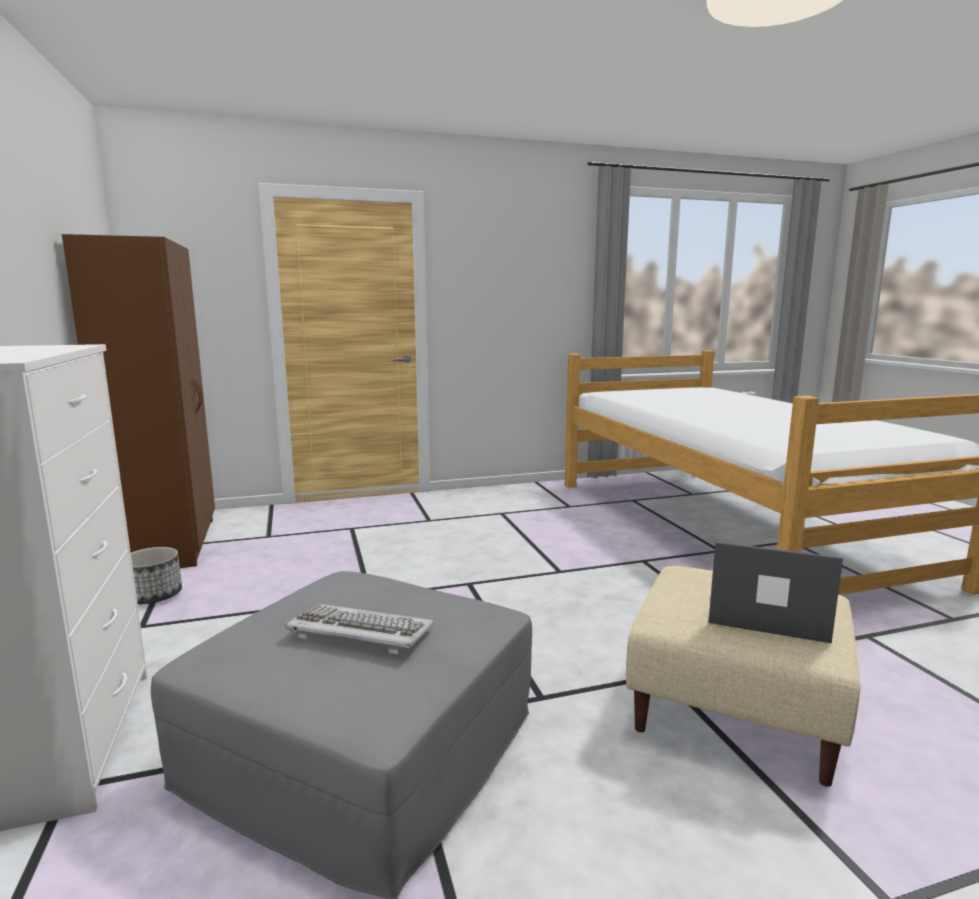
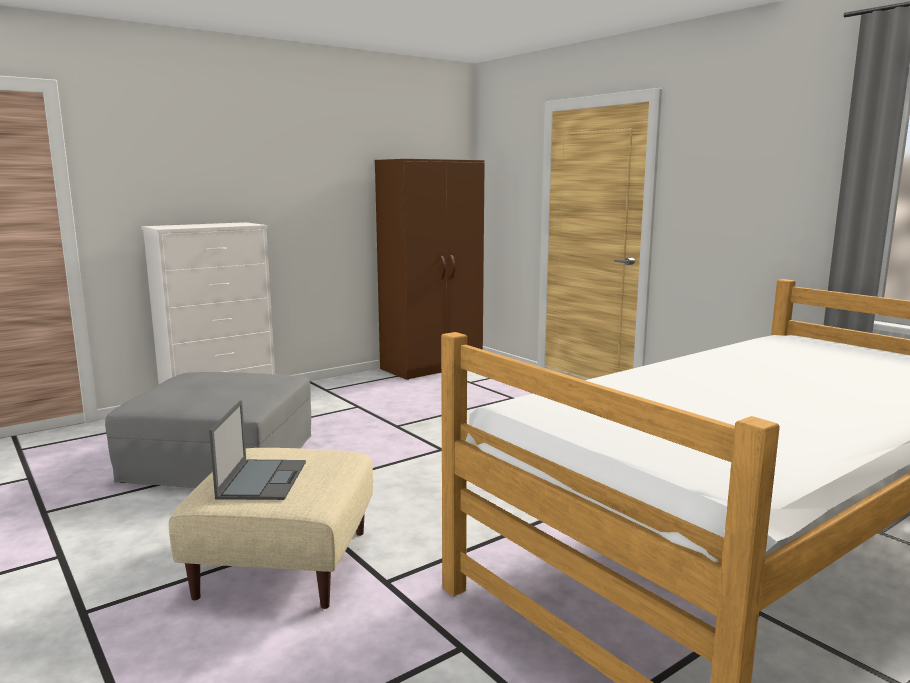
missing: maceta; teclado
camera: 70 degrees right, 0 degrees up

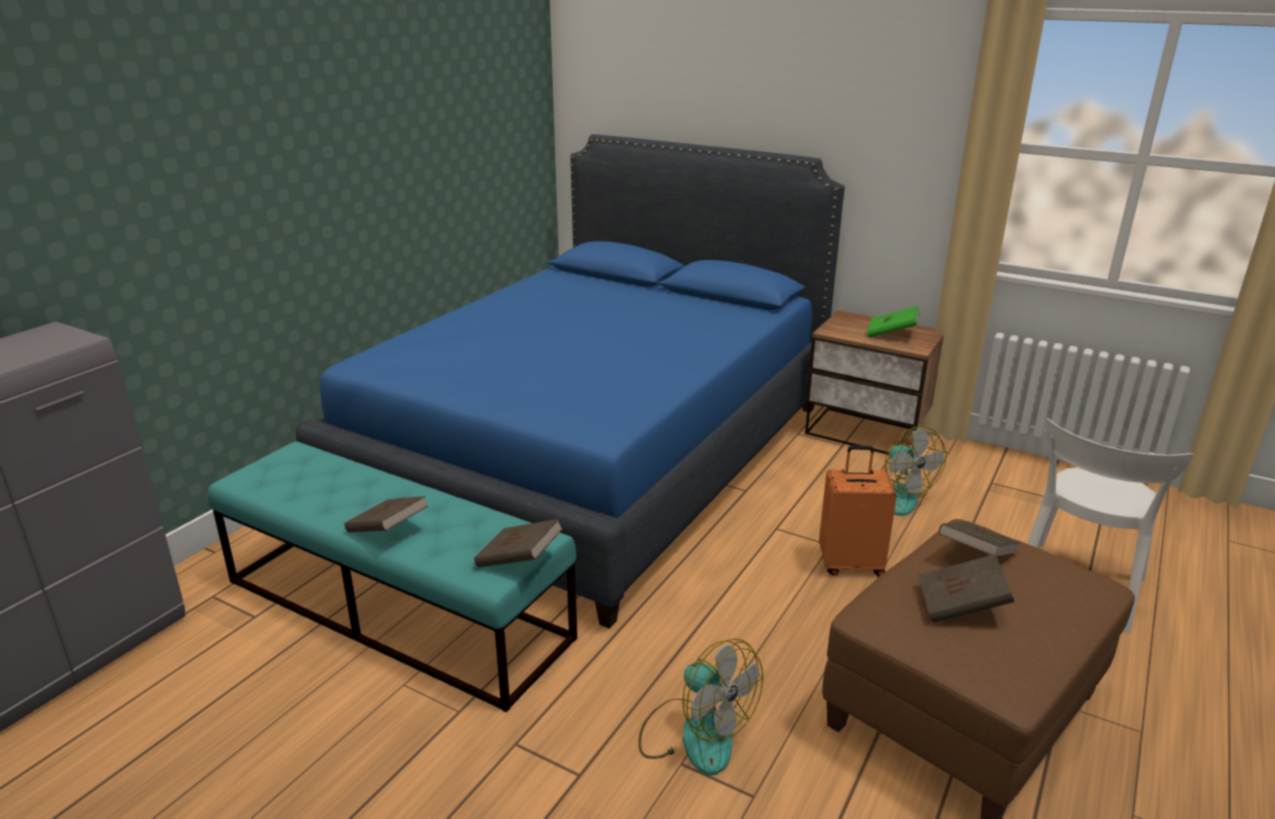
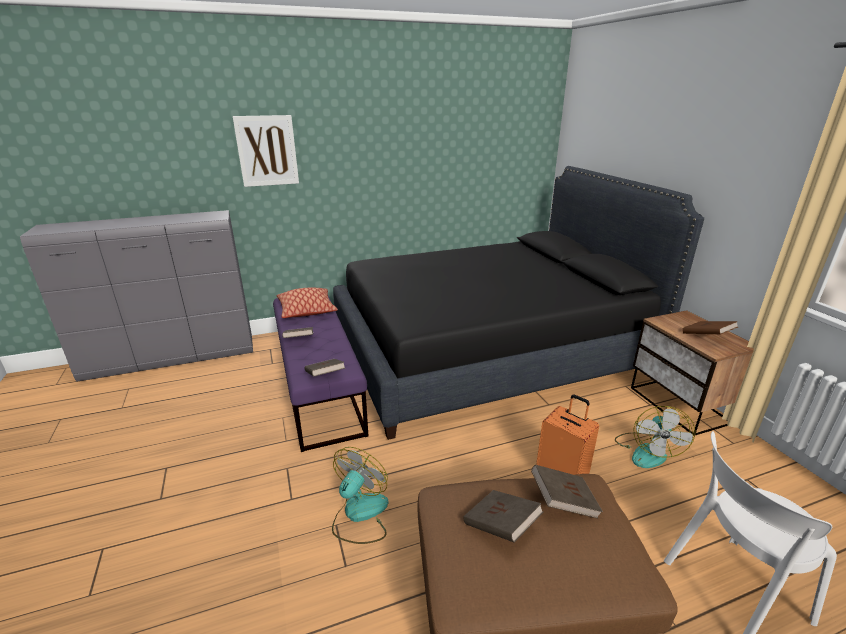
appeared: cuadro; cojín
colour: banco [turquesa] to banco [morado]; cama [azul] to cama [negro]; libro [verde] to libro [marrón] (no. 5 from left)
spun: ventilador (no. 1 from left) 150 degrees counterclockwise
camera: 40 degrees right, 0 degrees up

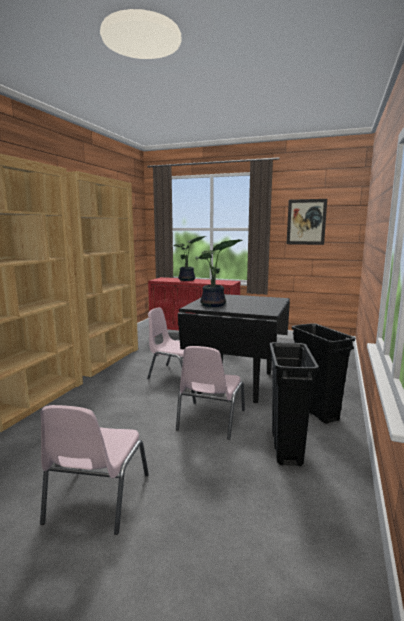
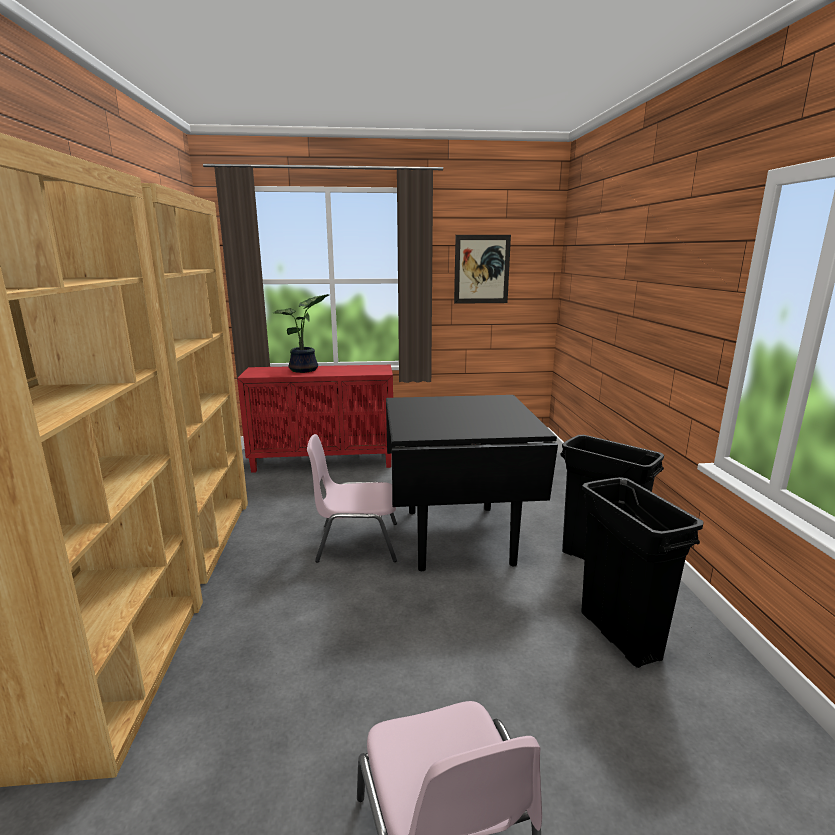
missing: silla [rosa] (no. 3 from left); planta en maceta (no. 2 from left)
camera: 25 degrees left, 5 degrees up

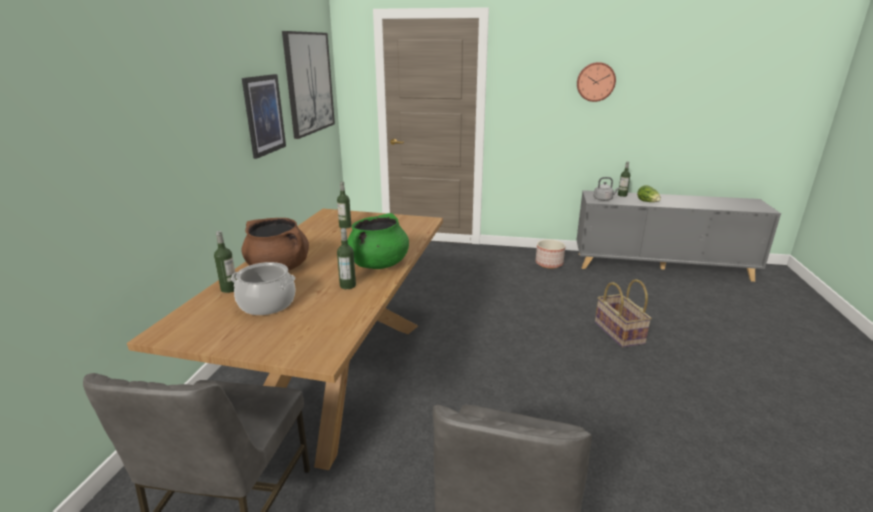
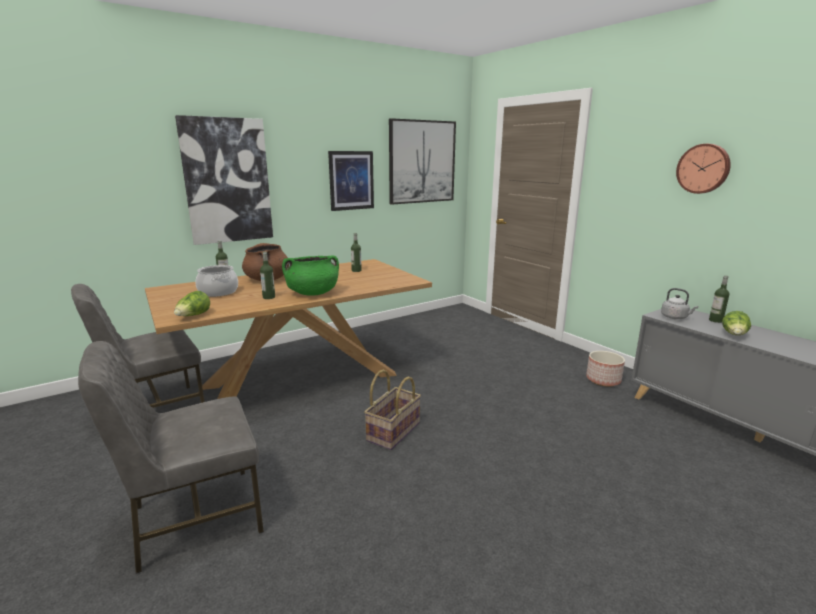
appeared: lechuga (no. 1 from left); cuadro (no. 1 from left)
relocated: cesta
camera: 45 degrees right, 5 degrees down

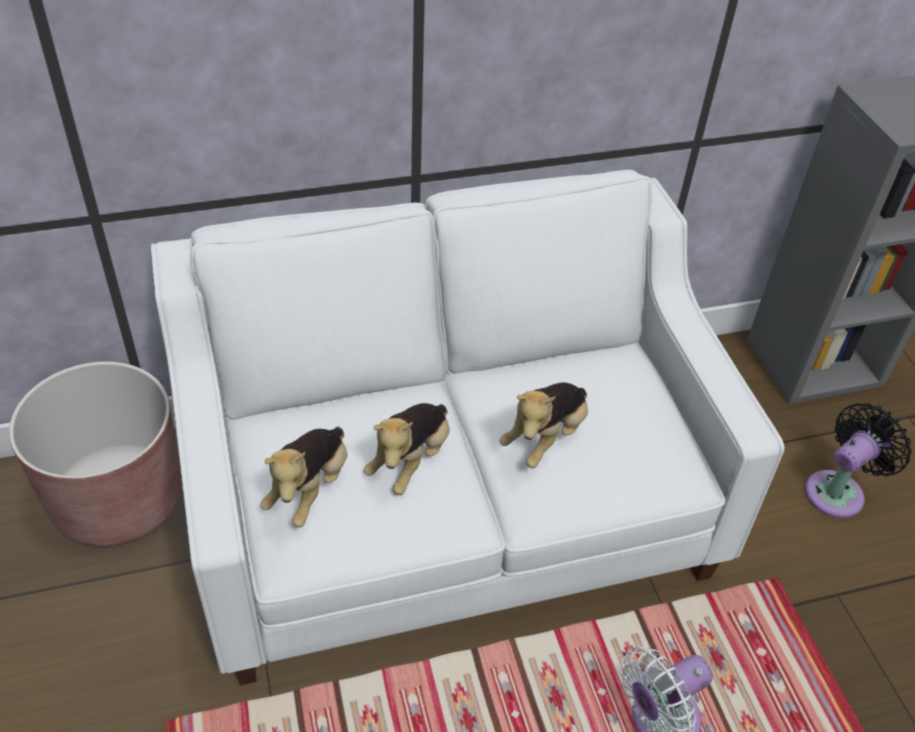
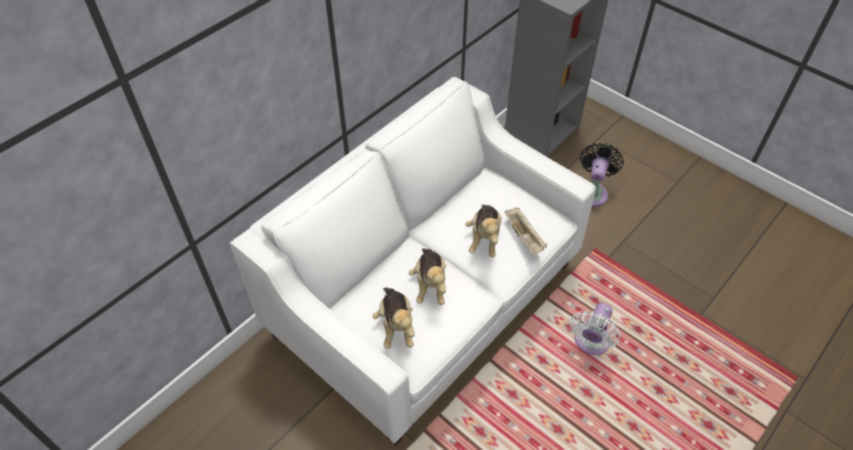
missing: maceta [marrón]
appeared: bandeja [beis]
camera: 30 degrees left, 5 degrees up

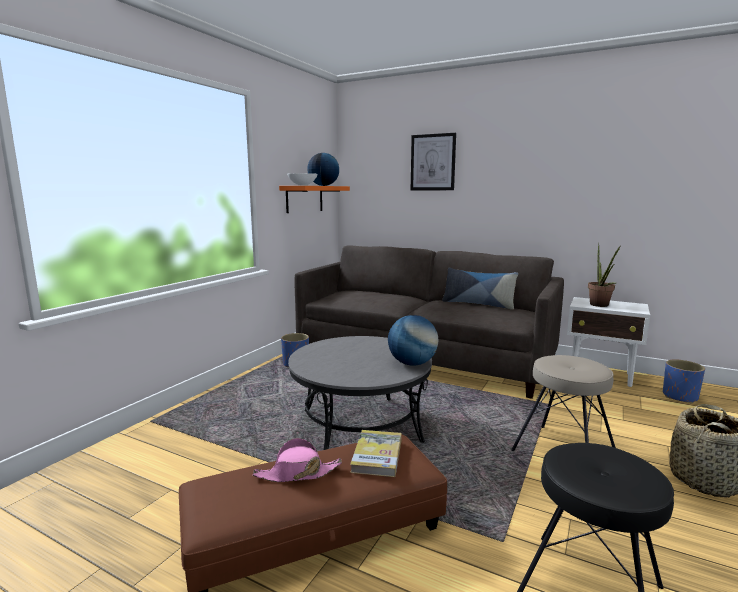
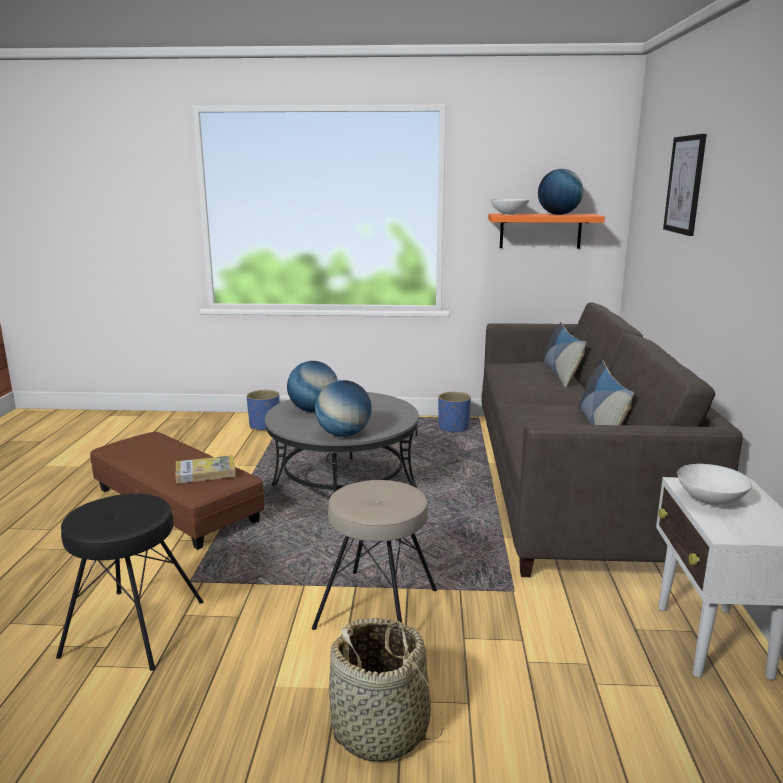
missing: sombrero [rosa]
appeared: globo terráqueo (no. 1 from left); cojín (no. 1 from left)
relocated: maceta [azul] (no. 2 from left in the first image) to maceta [azul] (no. 1 from left)
exchanged: planta en maceta to cuenco [blanco] (no. 2 from left)
camera: 65 degrees right, 5 degrees up

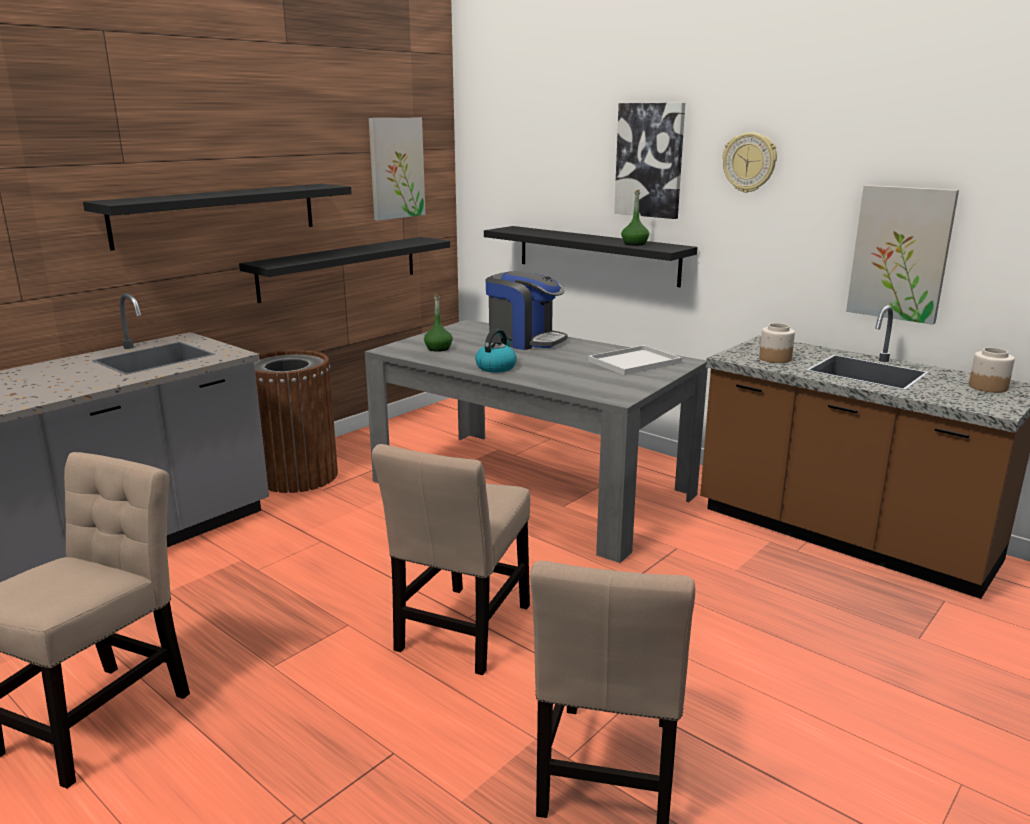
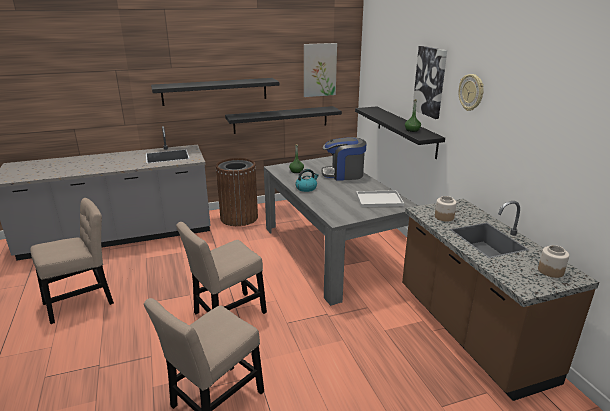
missing: cuadro (no. 3 from left)
spun: cafetera 120 degrees clockwise
camera: 30 degrees right, 5 degrees up

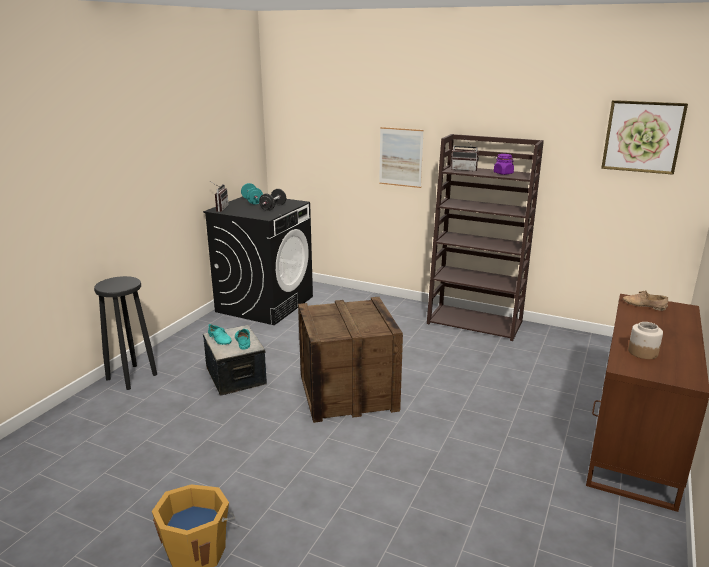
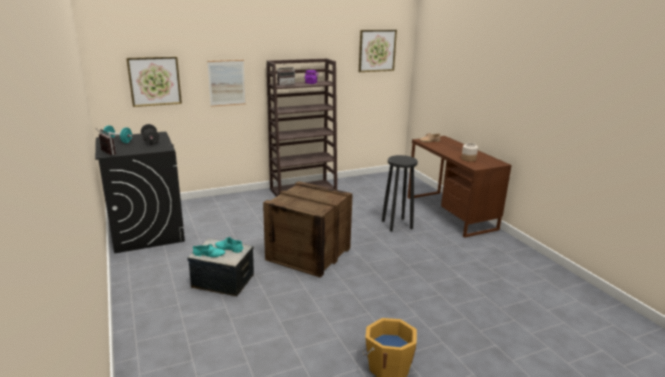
appeared: cuadro (no. 1 from left)
relocated: taburete [negro]
camera: 50 degrees left, 0 degrees up

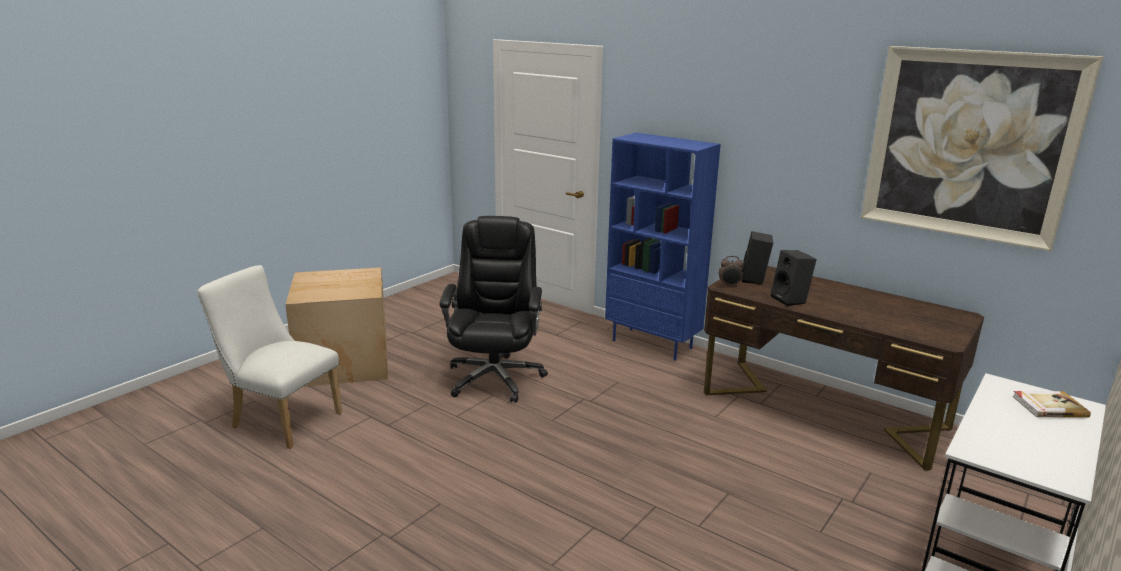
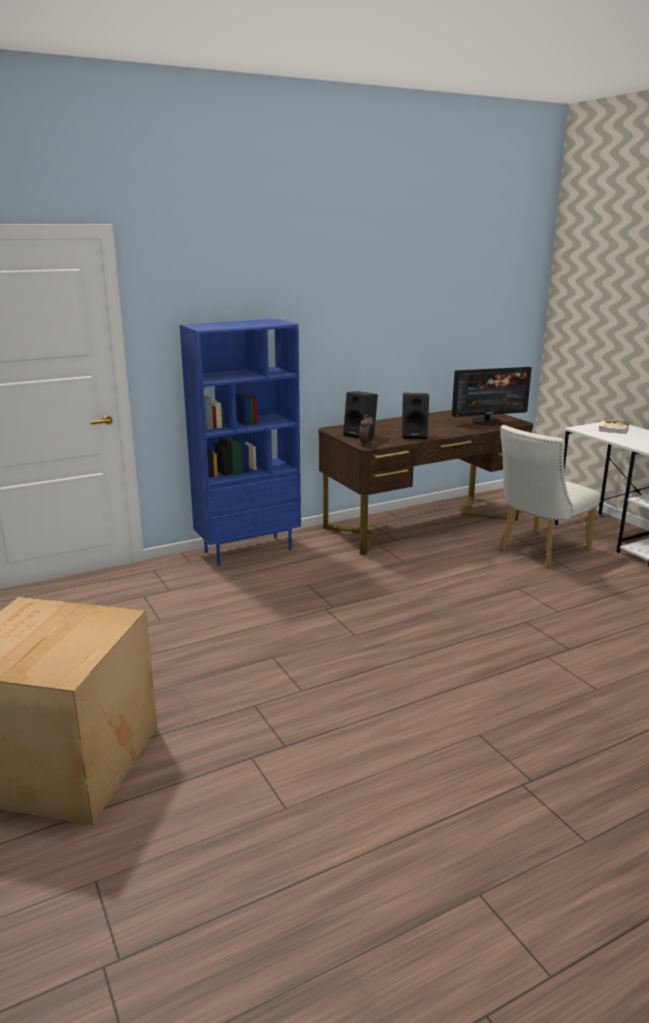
missing: silla de oficina [negro]; cuadro
appeared: monitor
relocated: silla [blanco]
camera: 65 degrees left, 0 degrees up

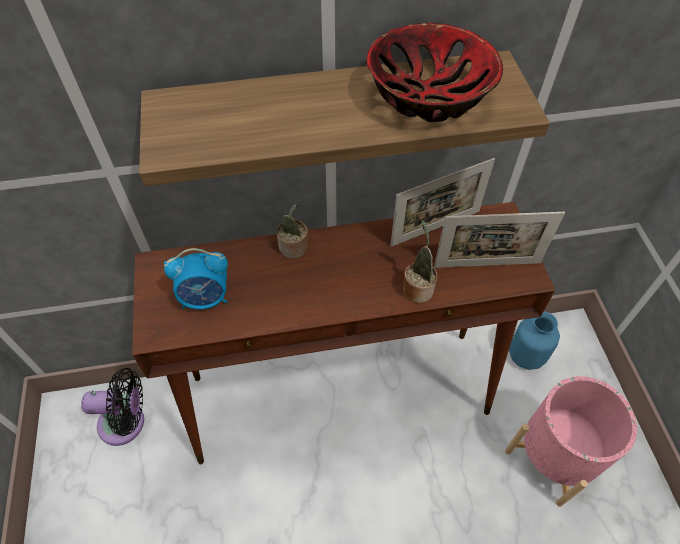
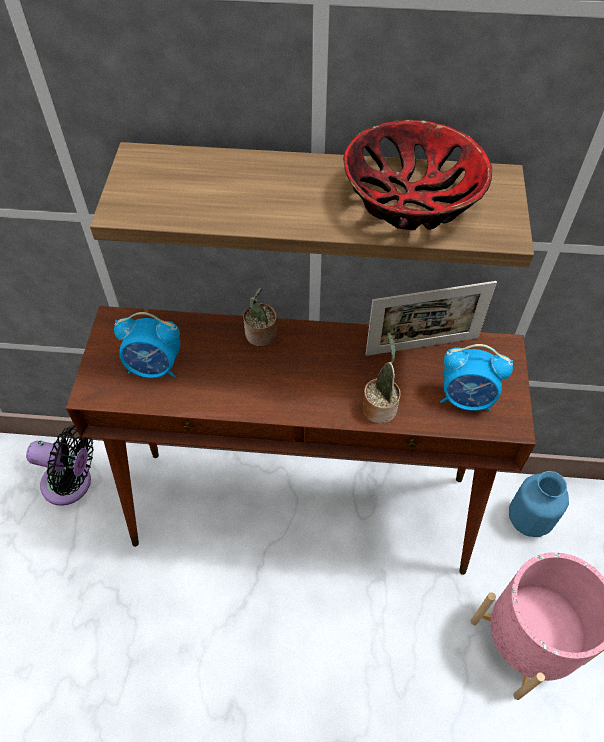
exchanged: portarretratos (no. 2 from left) to despertador (no. 2 from left)
camera: 15 degrees right, 0 degrees up

